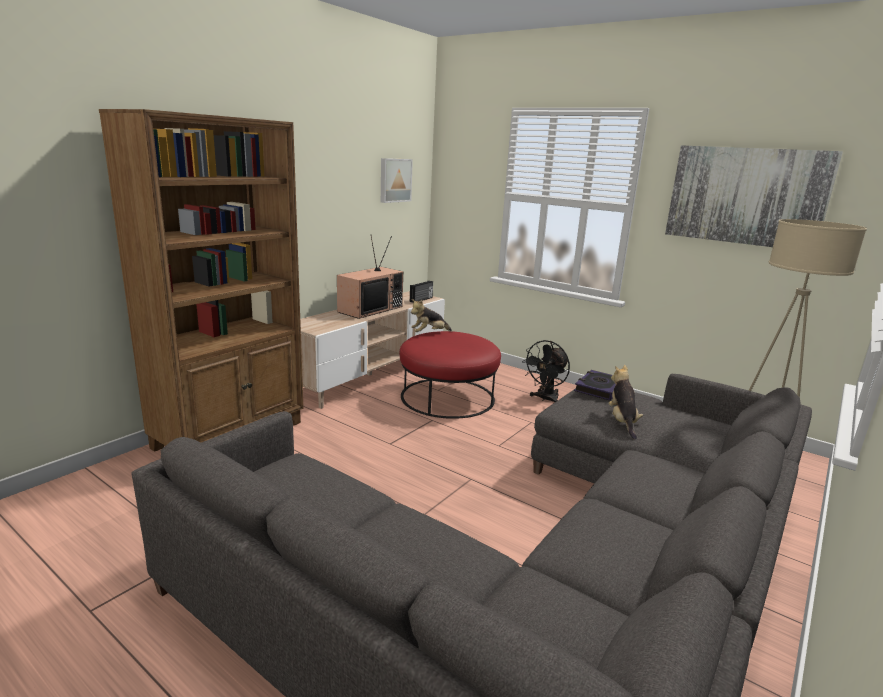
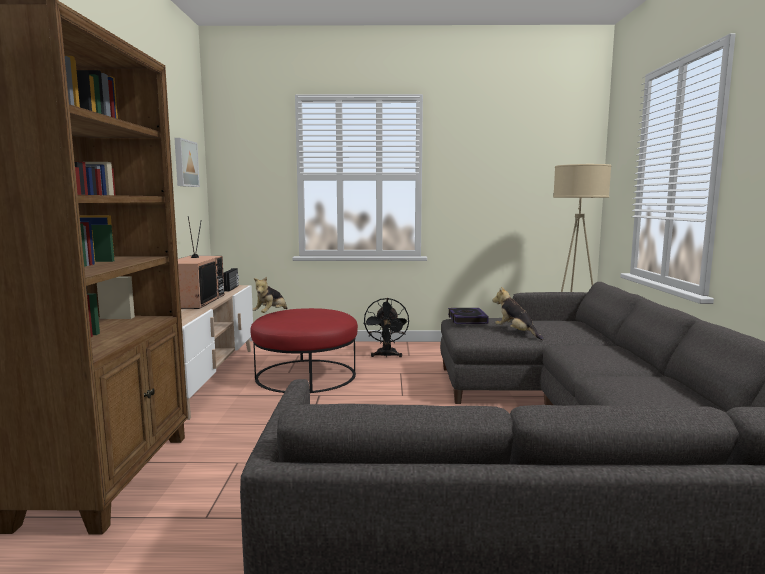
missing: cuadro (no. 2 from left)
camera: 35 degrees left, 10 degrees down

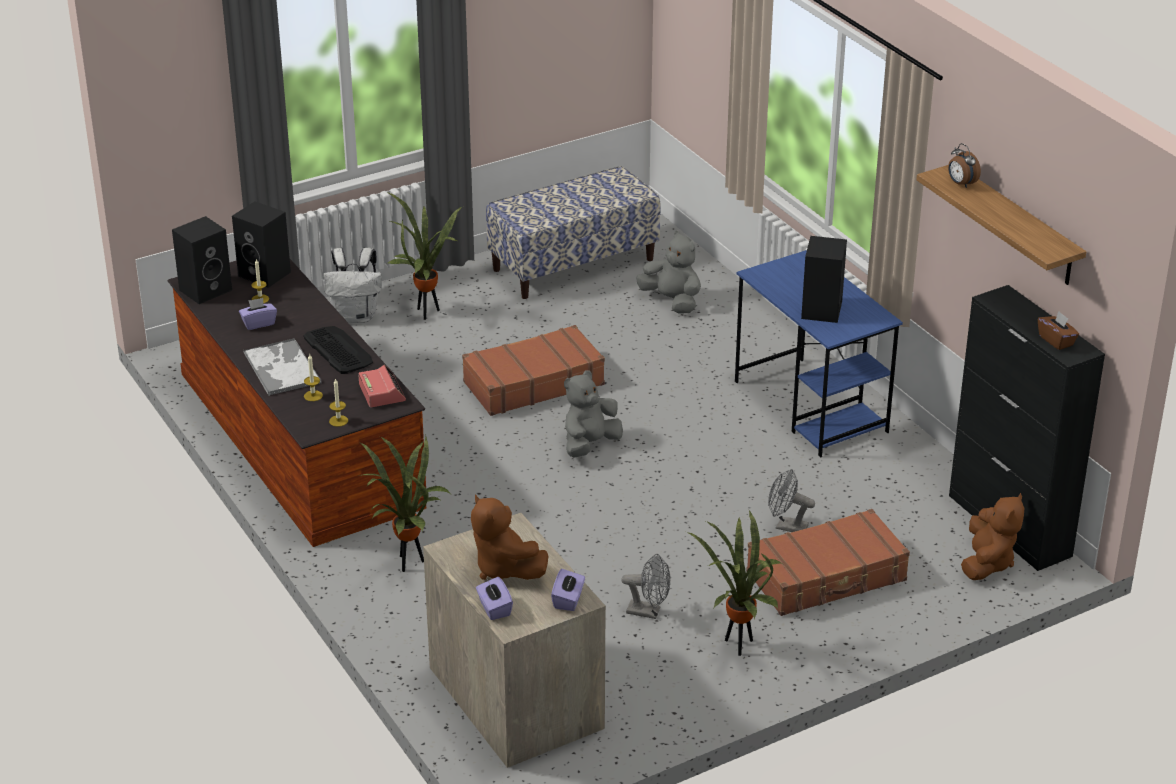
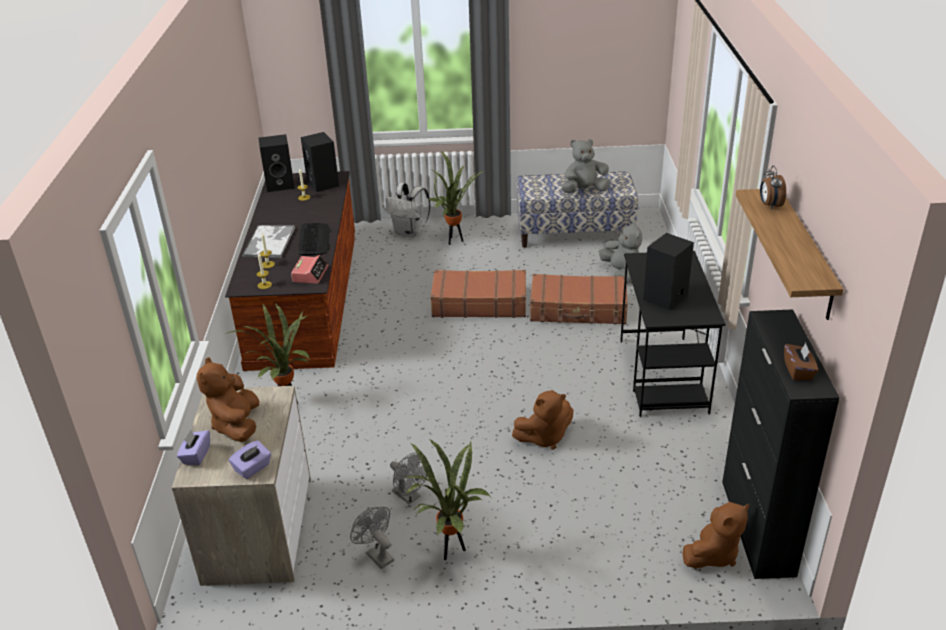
missing: caja de pañuelos [morado] (no. 1 from left)
appeared: peluche [marrón] (no. 2 from left)
relocated: ventilador [gris] (no. 2 from left in the first image) to ventilador [gris] (no. 1 from left); maleta [marrón] (no. 2 from left); peluche [gris] (no. 1 from left)
colour: escritorio [azul] to escritorio [negro]
camera: 30 degrees right, 0 degrees up

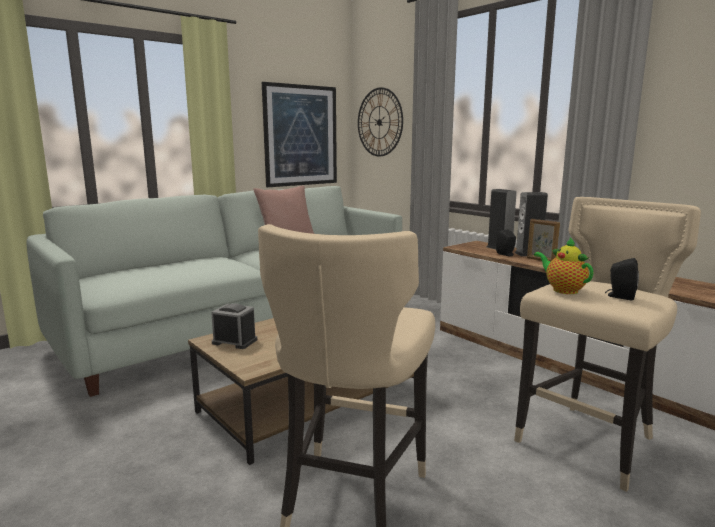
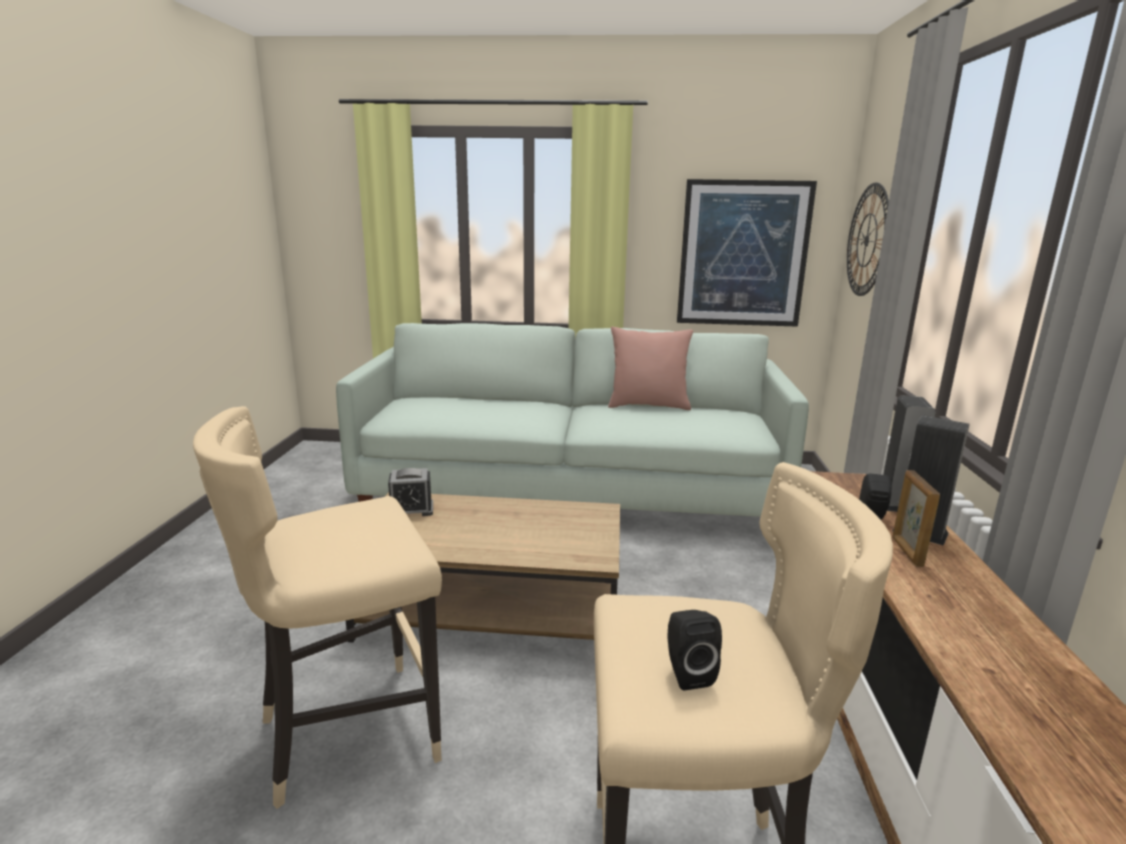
missing: tetera
spun: despertador 105 degrees clockwise
camera: 45 degrees right, 5 degrees up

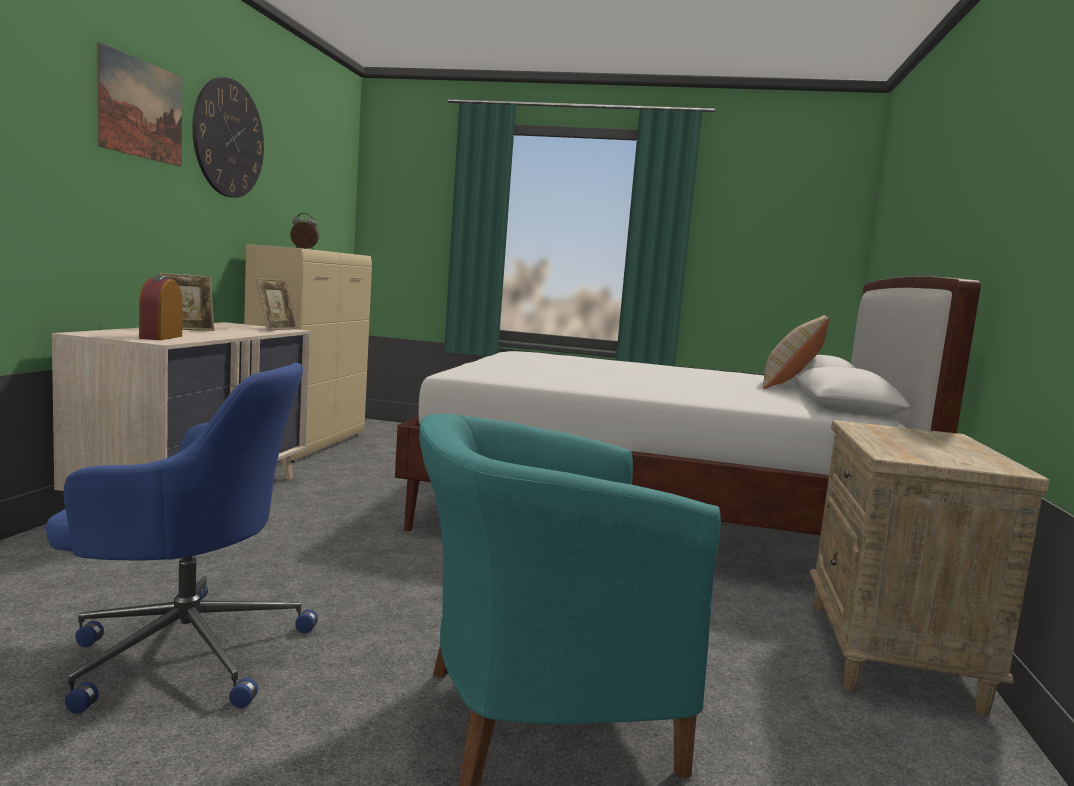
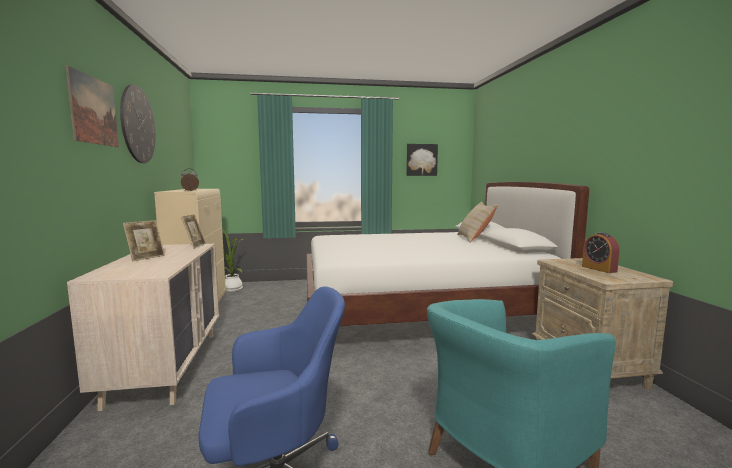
appeared: planta en maceta; cuadro (no. 2 from left)
relocated: despertador (no. 1 from left in the first image) to despertador (no. 2 from left)
camera: 20 degrees left, 0 degrees up

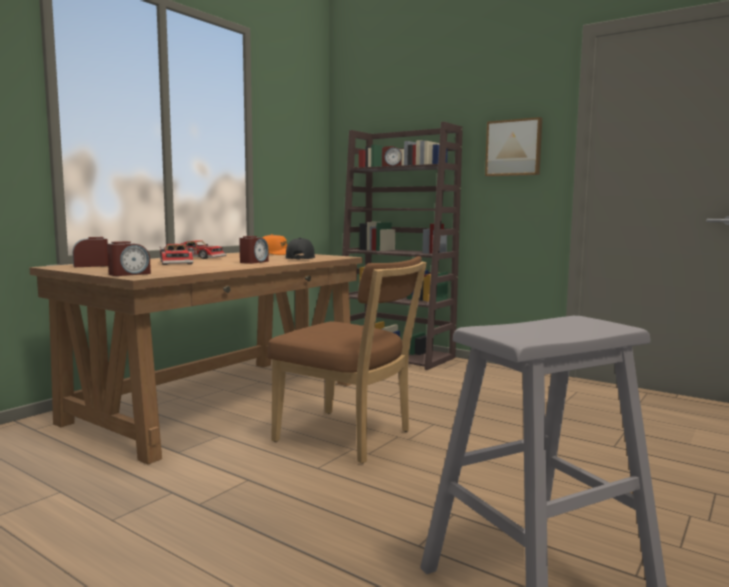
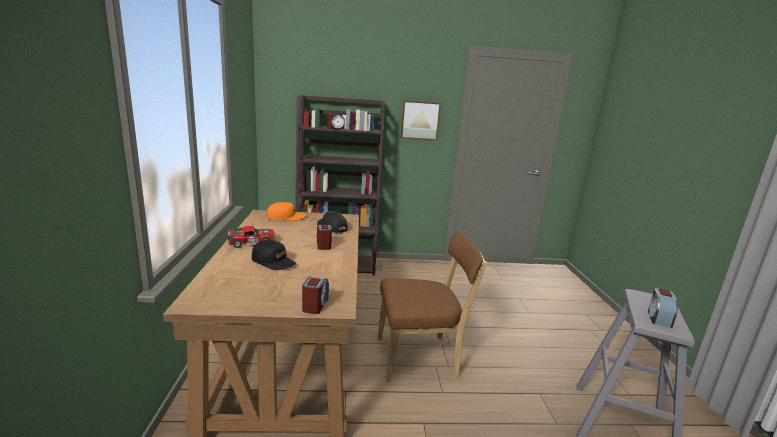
relocated: despertador (no. 1 from left in the first image) to despertador (no. 4 from left)
exchanged: coche de juguete (no. 1 from left) to gorra [negro] (no. 1 from left)
camera: 40 degrees left, 10 degrees up

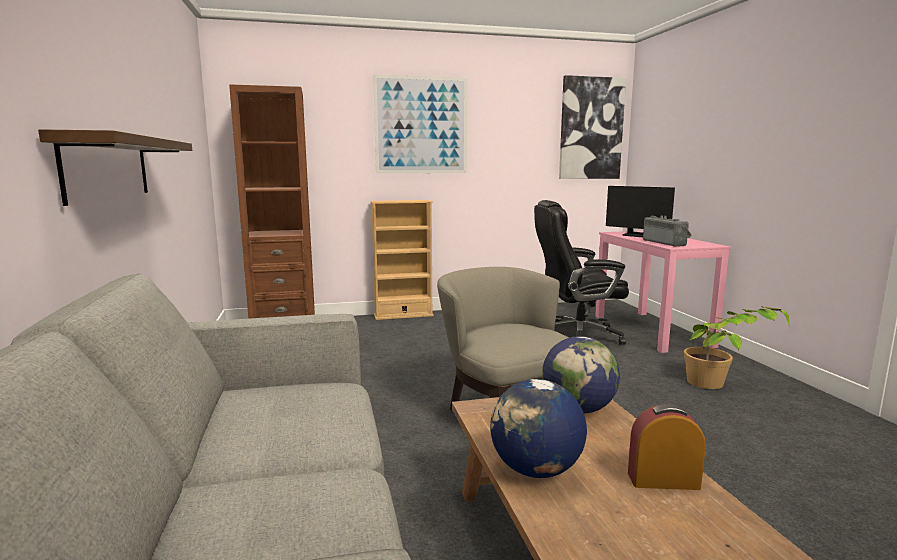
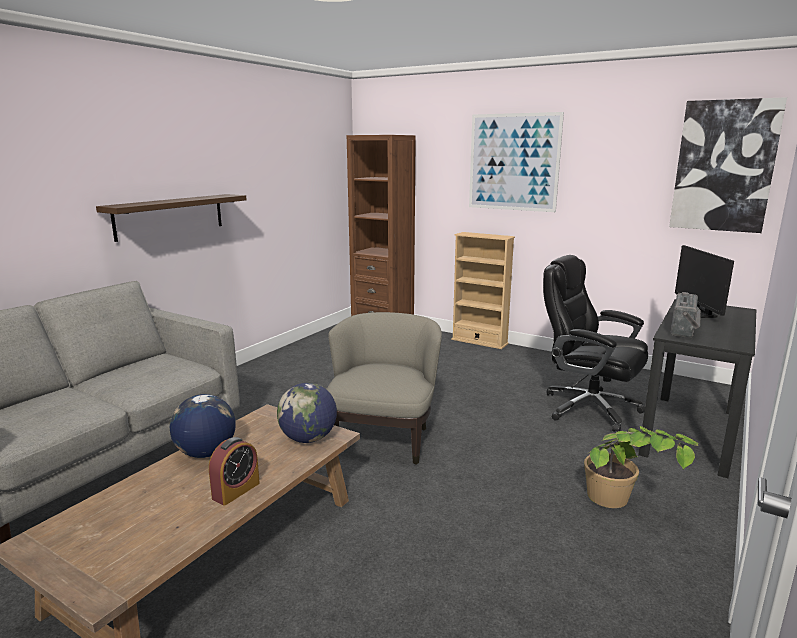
colour: escritorio [rosa] to escritorio [negro]
spun: despertador 75 degrees clockwise
camera: 45 degrees right, 5 degrees up

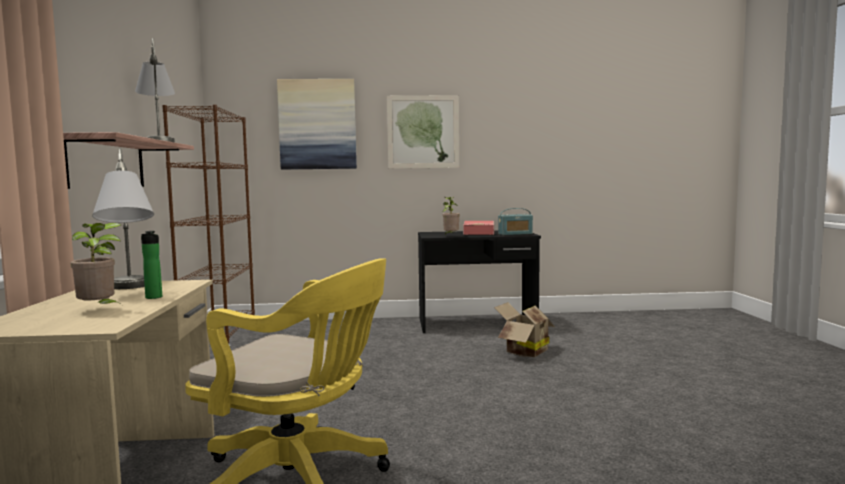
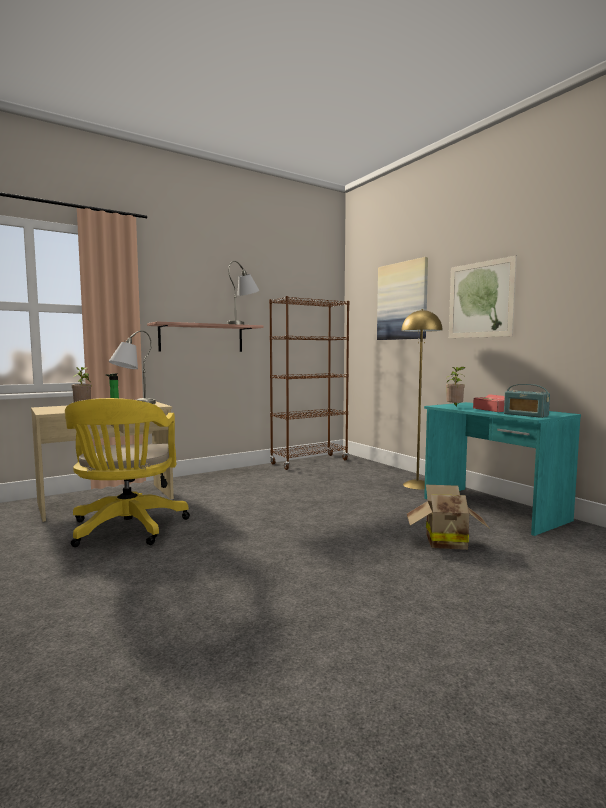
appeared: lámpara de pie [amarillo]
colour: escritorio [negro] to escritorio [turquesa]
camera: 60 degrees right, 0 degrees up

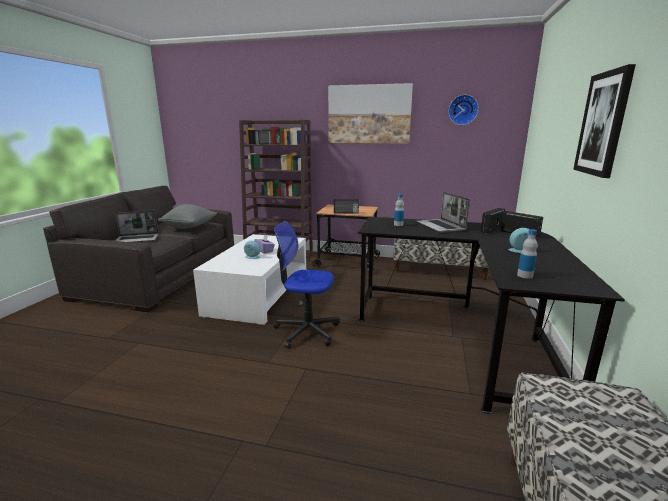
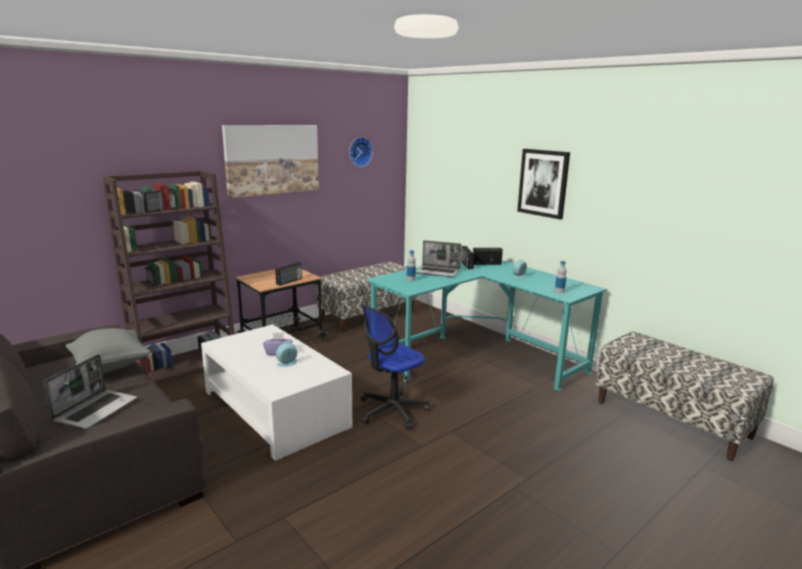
colour: escritorio [negro] to escritorio [turquesa]
camera: 55 degrees left, 0 degrees up

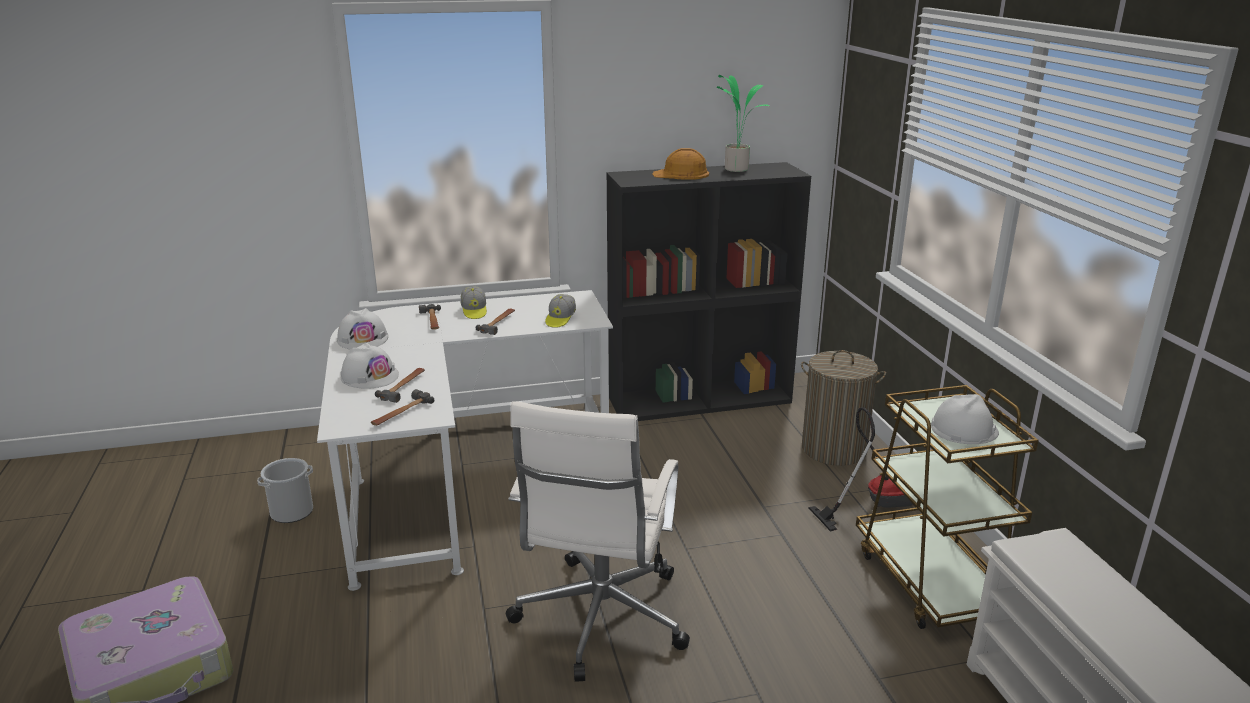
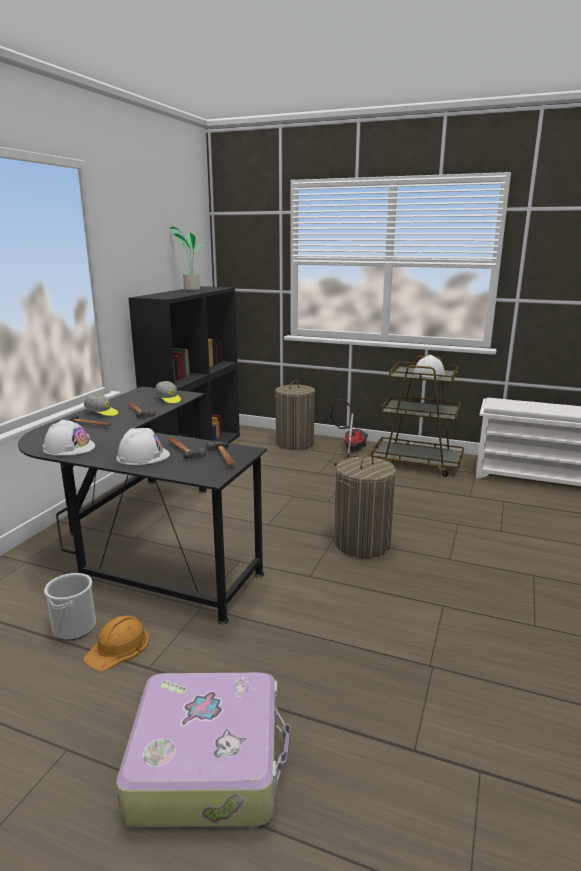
relocated: casco [naranja]
exchanged: silla de oficina [blanco] to cesto de la ropa (no. 2 from left)
colour: escritorio [blanco] to escritorio [negro]
camera: 55 degrees left, 5 degrees down

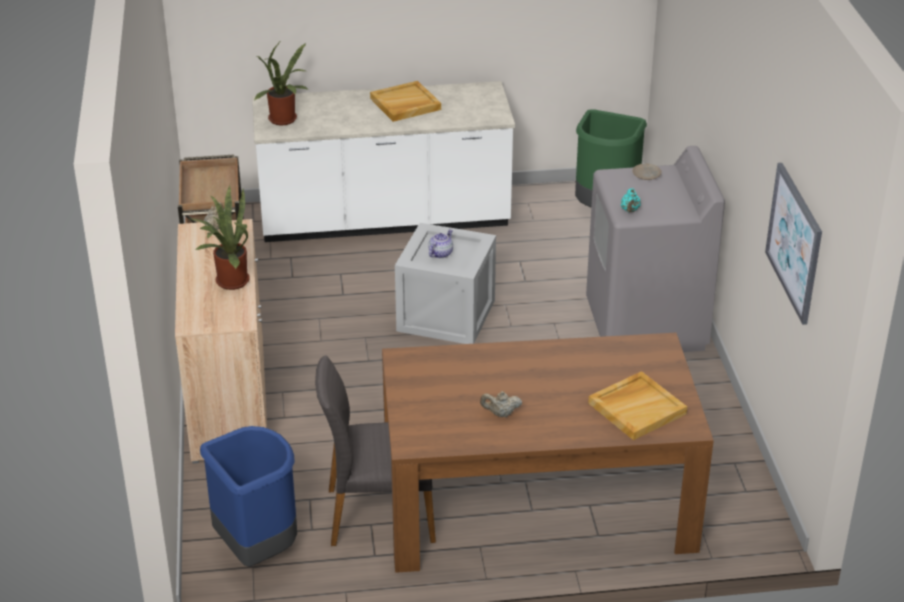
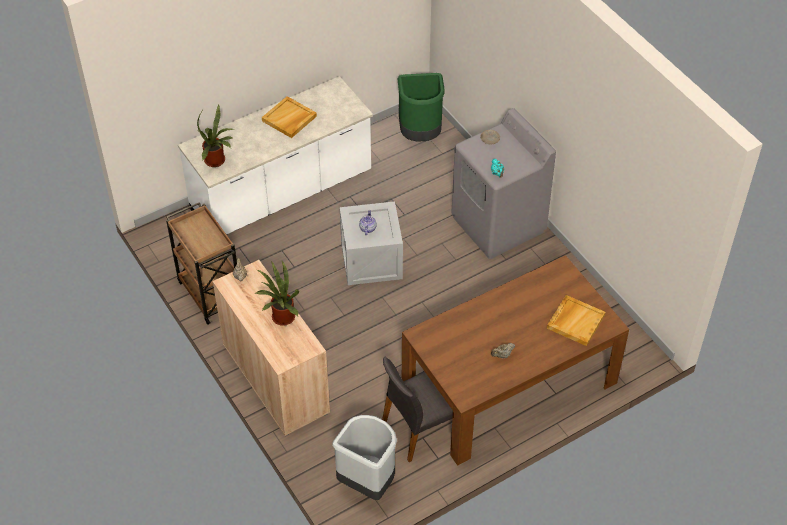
missing: cuadro
colour: papelera [azul] to papelera [gris]
camera: 25 degrees left, 15 degrees up

